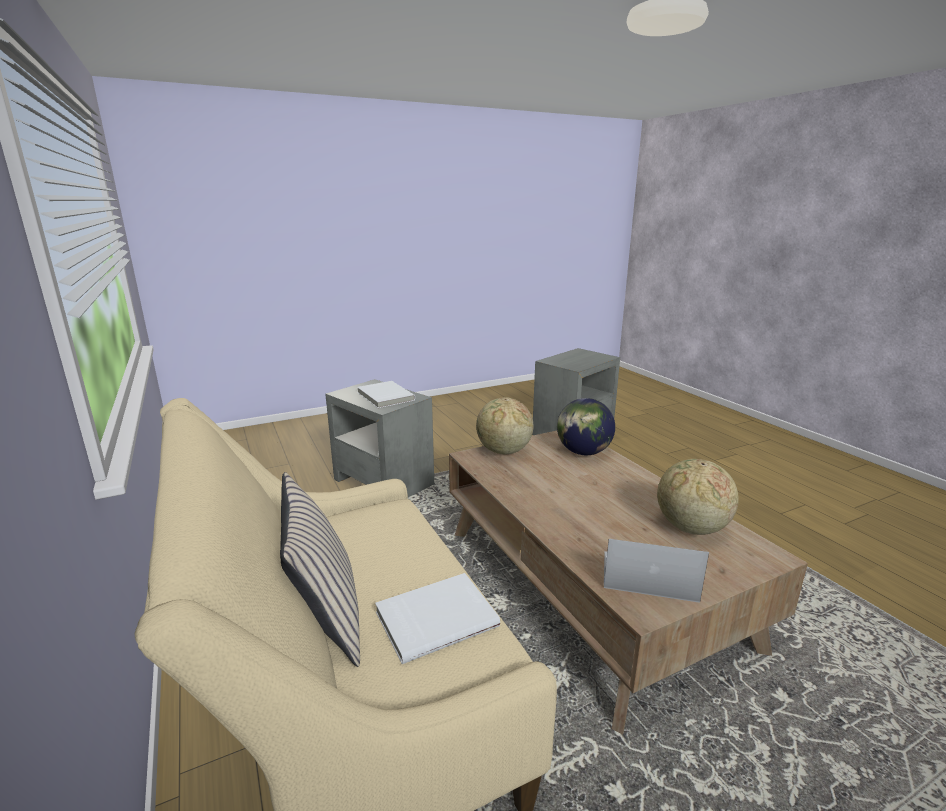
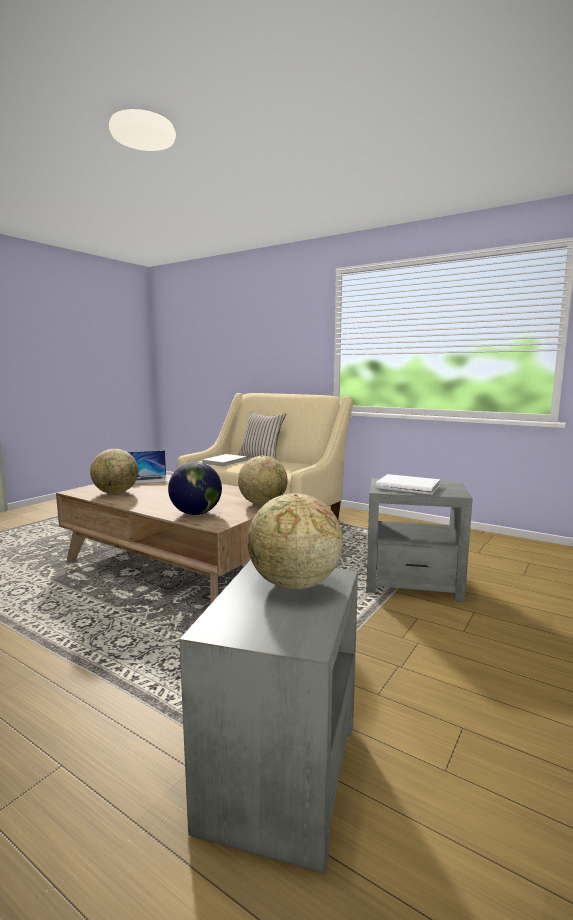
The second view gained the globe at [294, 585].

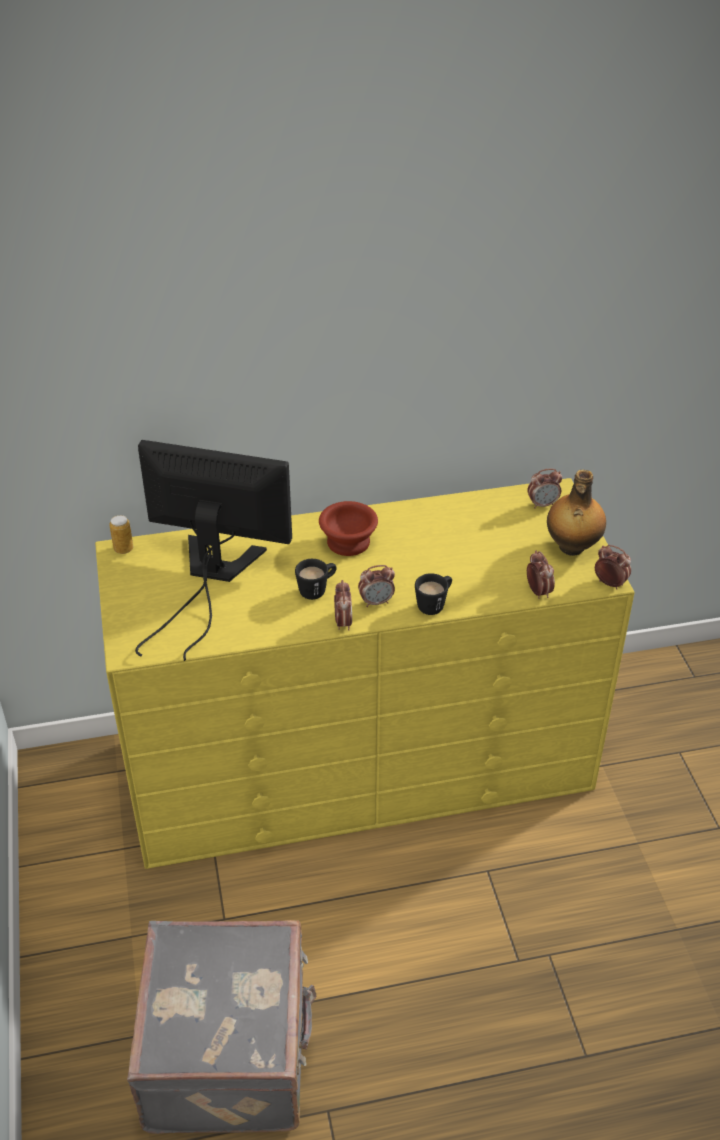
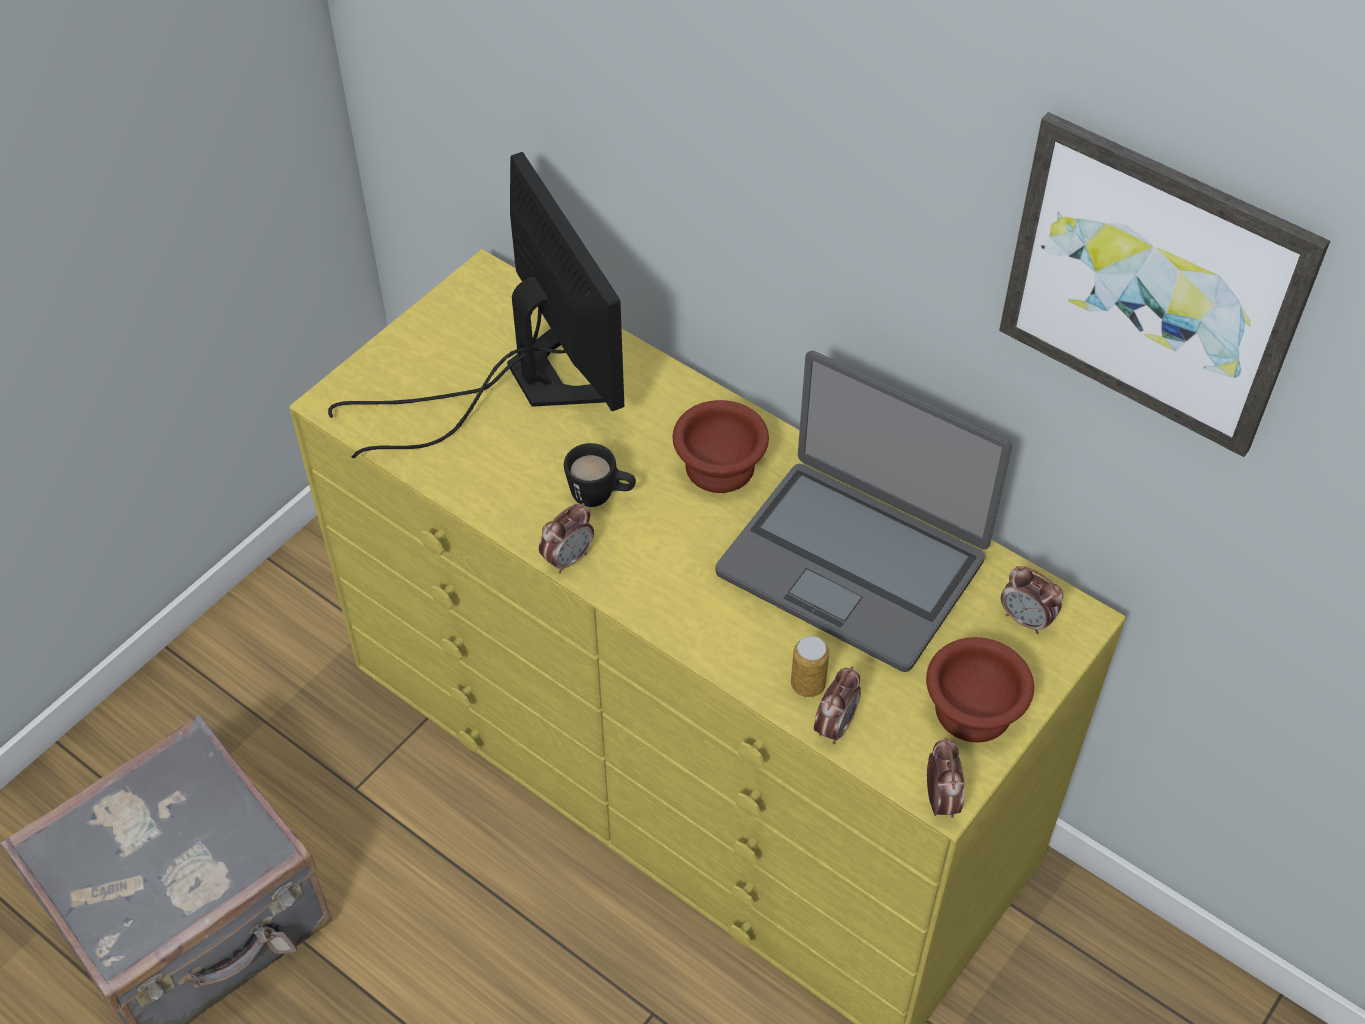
Where the bottle stood at [571, 547], the deep dish in brown-coloured came to stand at [970, 709].
The metal can ended up elsewhere, having gone from [123, 549] to [808, 684].
The second view lost the alarm clock at [376, 602].
The second view lost the tea mug in blackish at [434, 604].
The second view gained the wall picture at [1154, 284].
The second view gained the laptop at [852, 564].

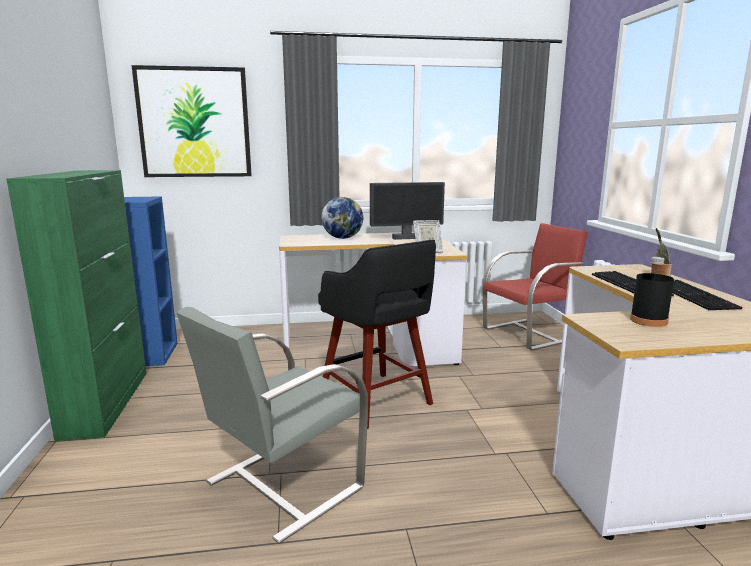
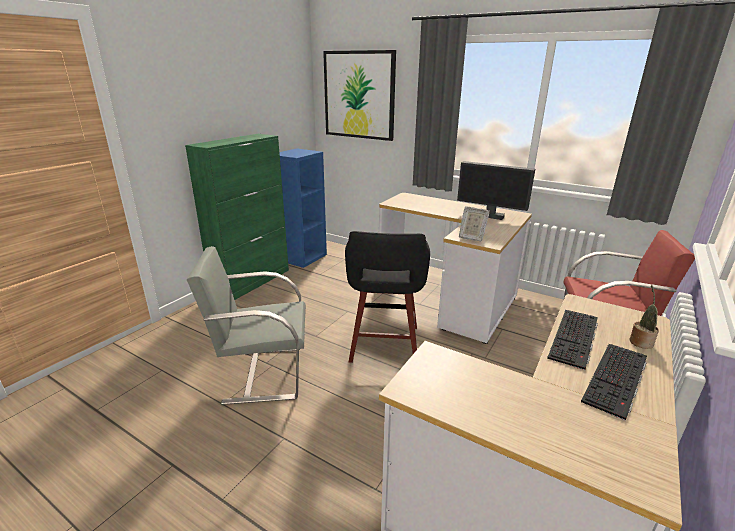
The second view lost the globe at [342, 238].
The second view lost the bottle in blackish at [648, 321].

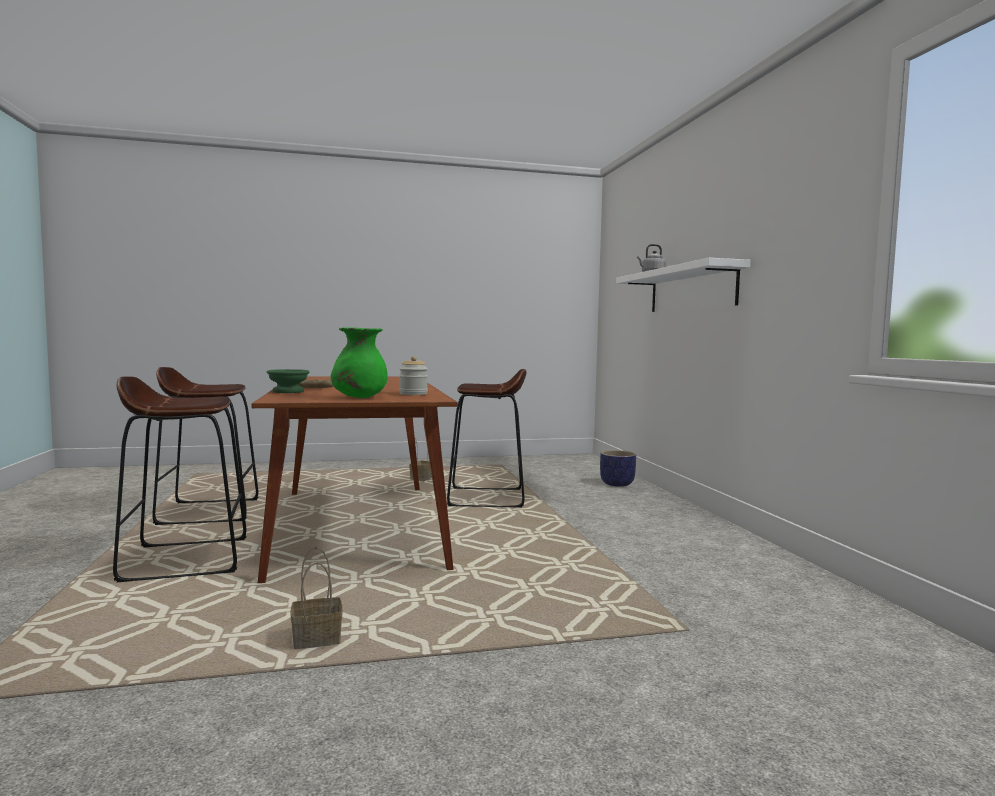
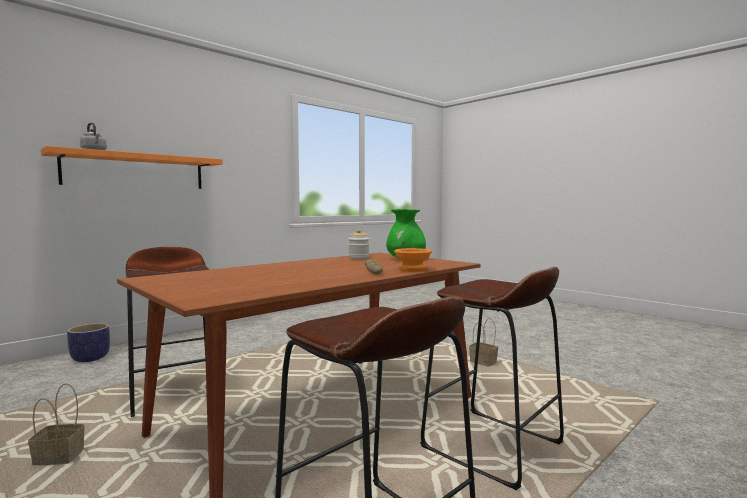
What was the bracket shelf in white at [691, 289] turned into the bracket shelf in orange at [136, 171].
What was the deep dish in green at [287, 392] turned into the deep dish in orange at [413, 269].

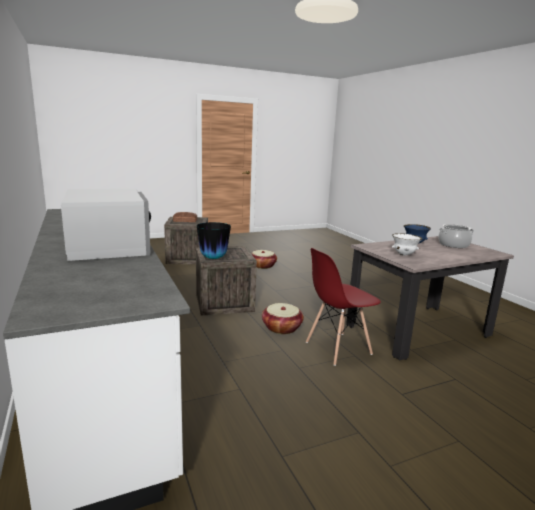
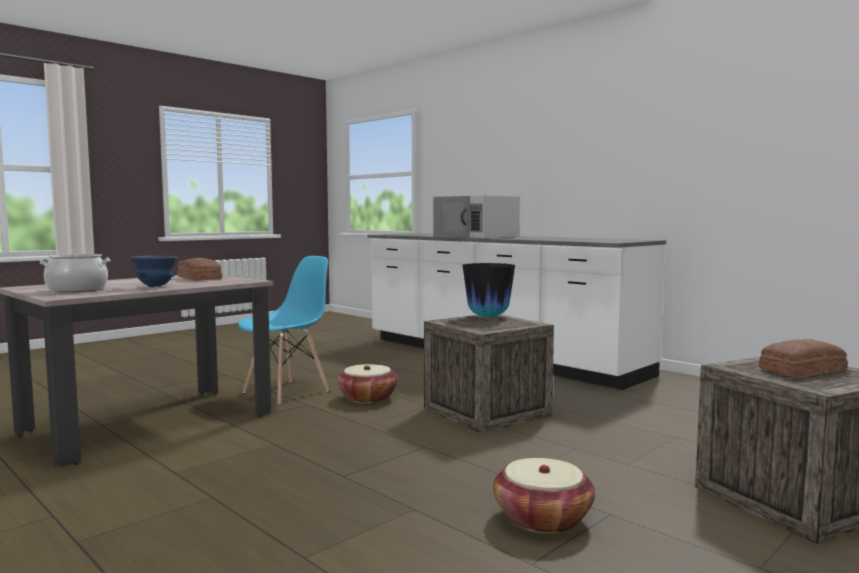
Where the deep dish in white stood at [404, 255], the bakery bread came to stand at [200, 278].
What was the plain chair in reddish at [337, 348] turned into the plain chair in blue at [287, 391].

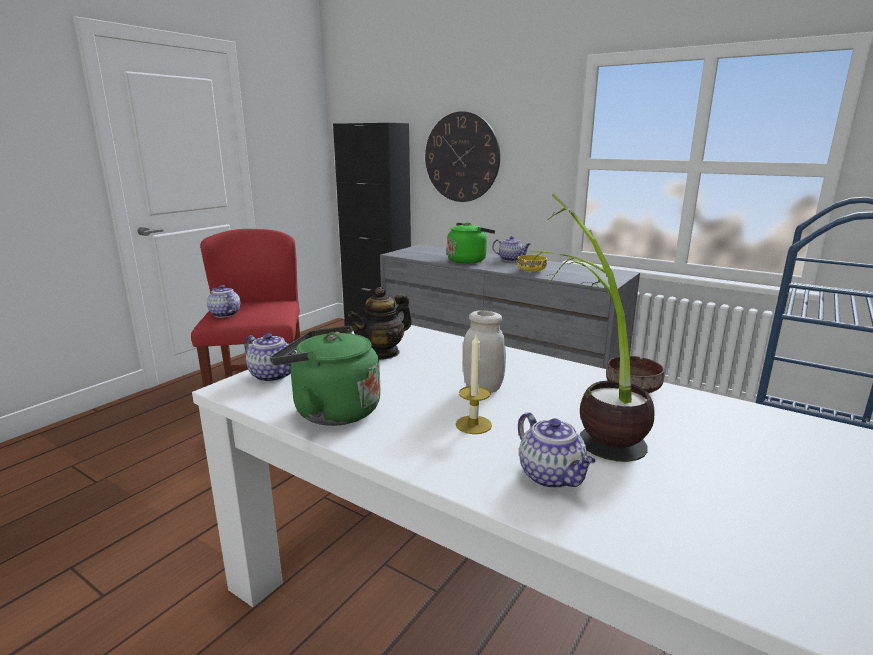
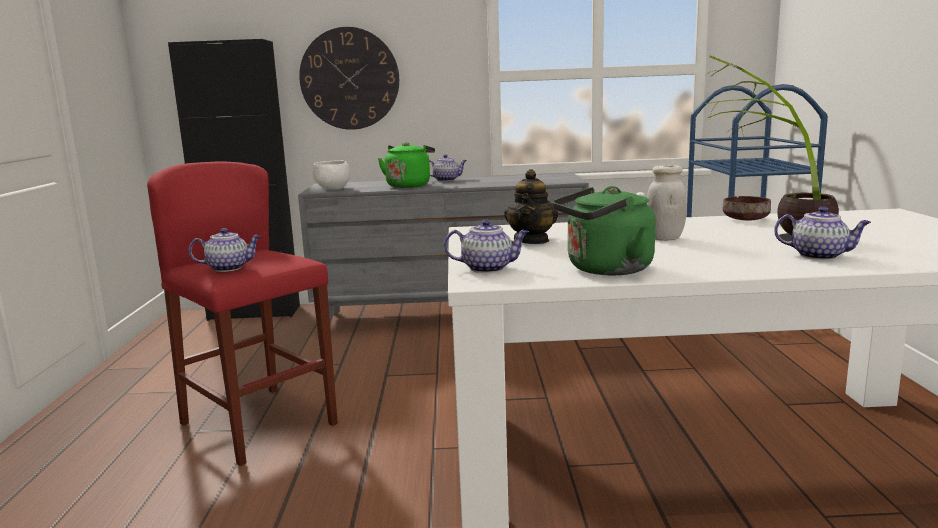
The second view lost the deep dish in yellow at [532, 271].
The tea pot at [224, 314] ended up facing another way, 150 degrees clockwise from before.
The second view lost the candle at [473, 425].
The second view gained the deep dish in white at [334, 189].

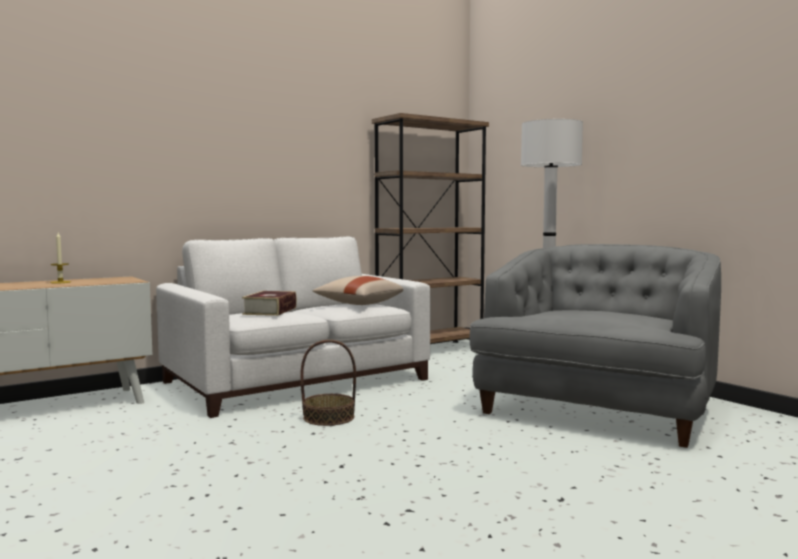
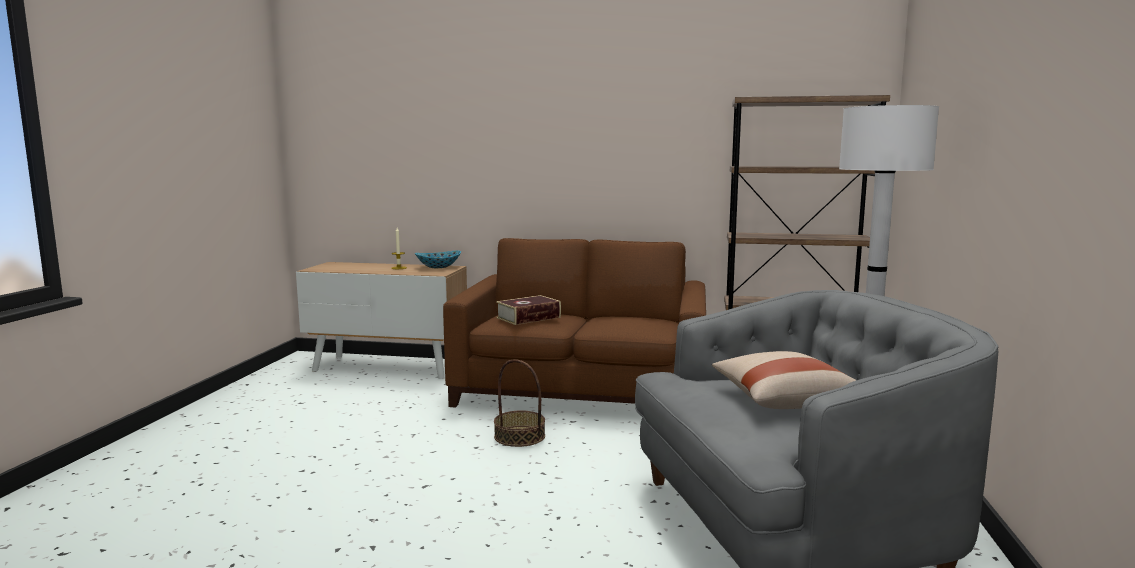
What was the settee in white at [297, 381] turned into the settee in brown-coloured at [582, 389].
The pillow in beige-coloured ended up elsewhere, having gone from [358, 304] to [783, 400].
The second view gained the deep dish at [438, 267].

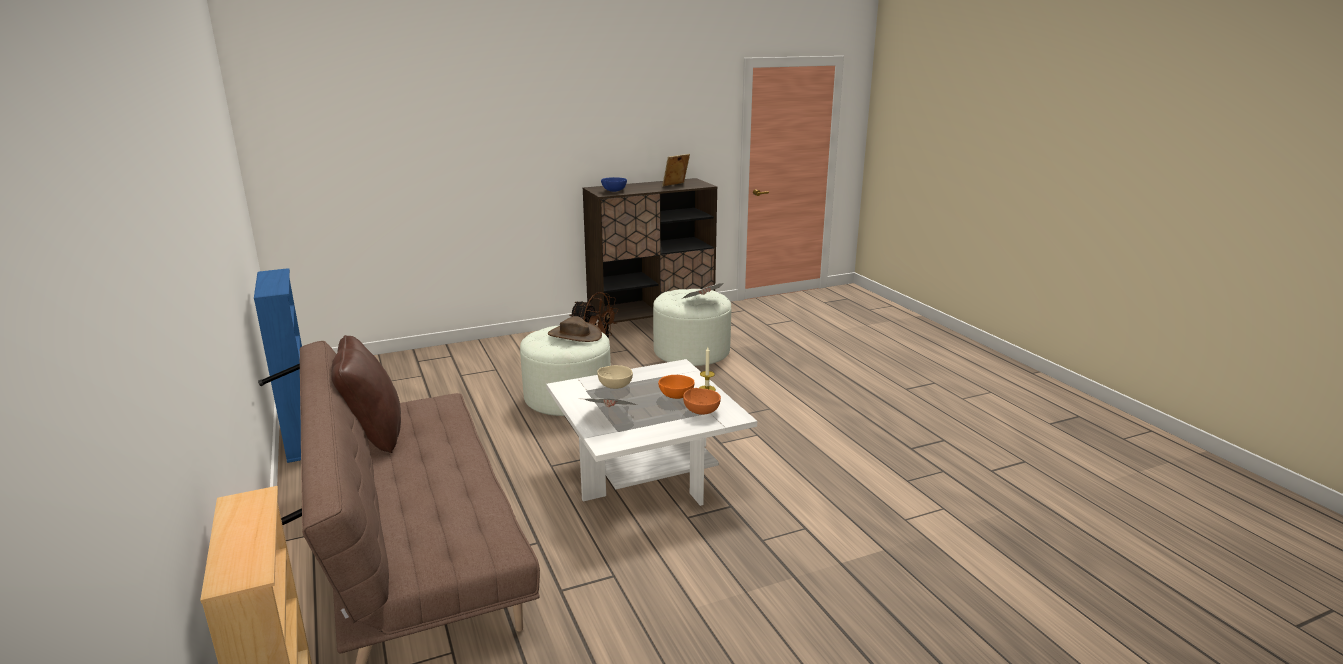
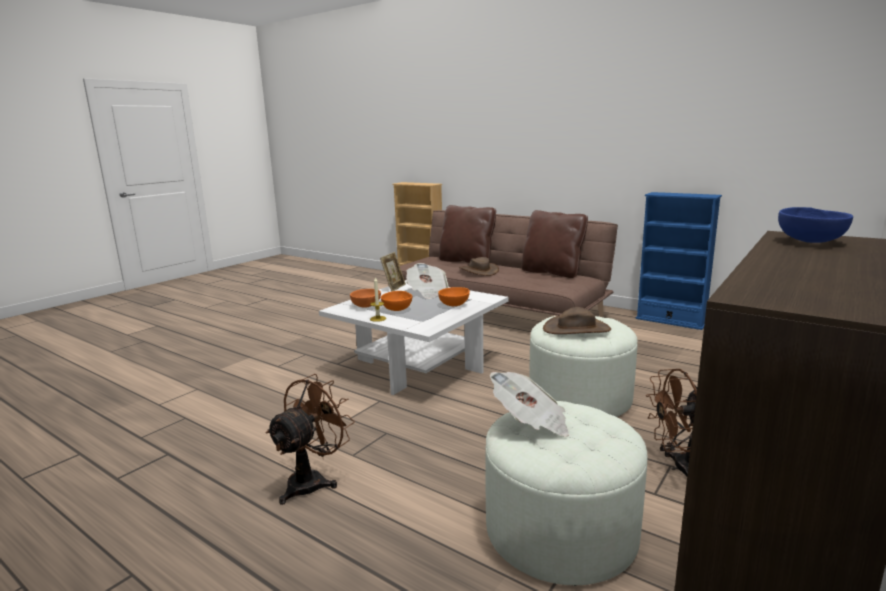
The photo frame ended up elsewhere, having gone from [675, 185] to [394, 287].
What was the deep dish in beige-coloured at [614, 386] turned into the deep dish in orange at [455, 305].
The second view gained the pillow in brown-coloured at [467, 261].
The second view gained the clothing hat in brown-coloured at [478, 271].
The second view gained the electric fan in brown-coloured at [313, 481].

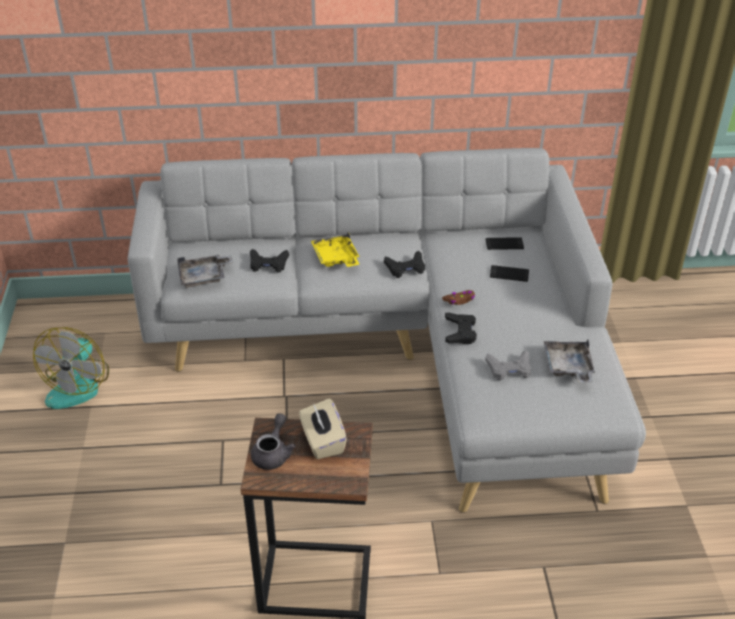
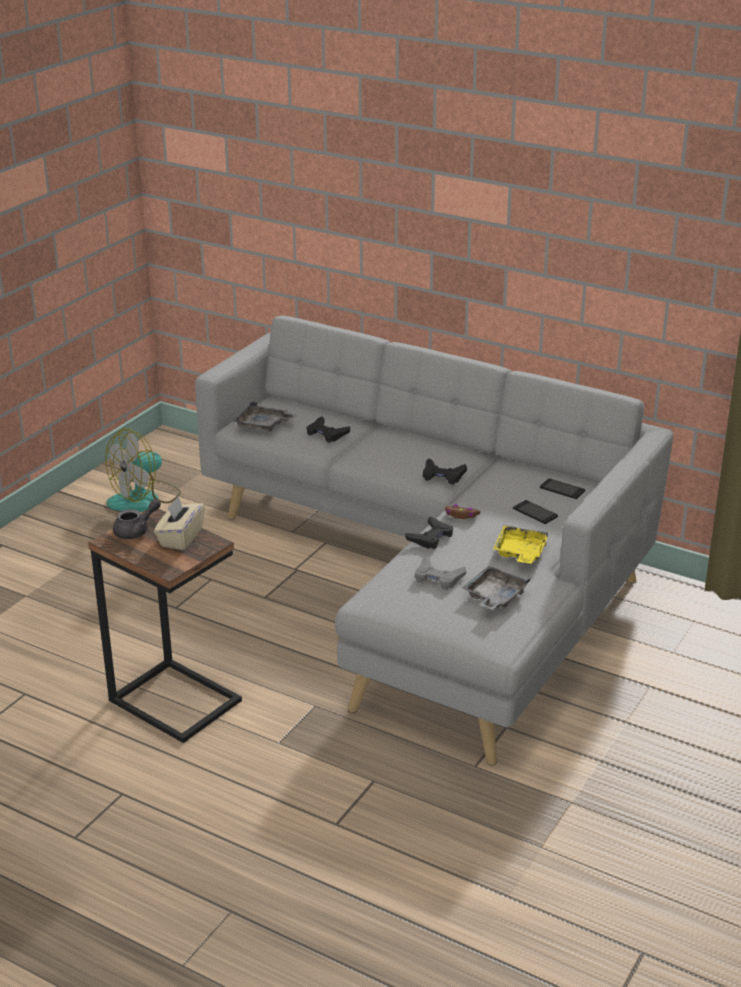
The tray in yellow ended up elsewhere, having gone from [336, 258] to [520, 553].

